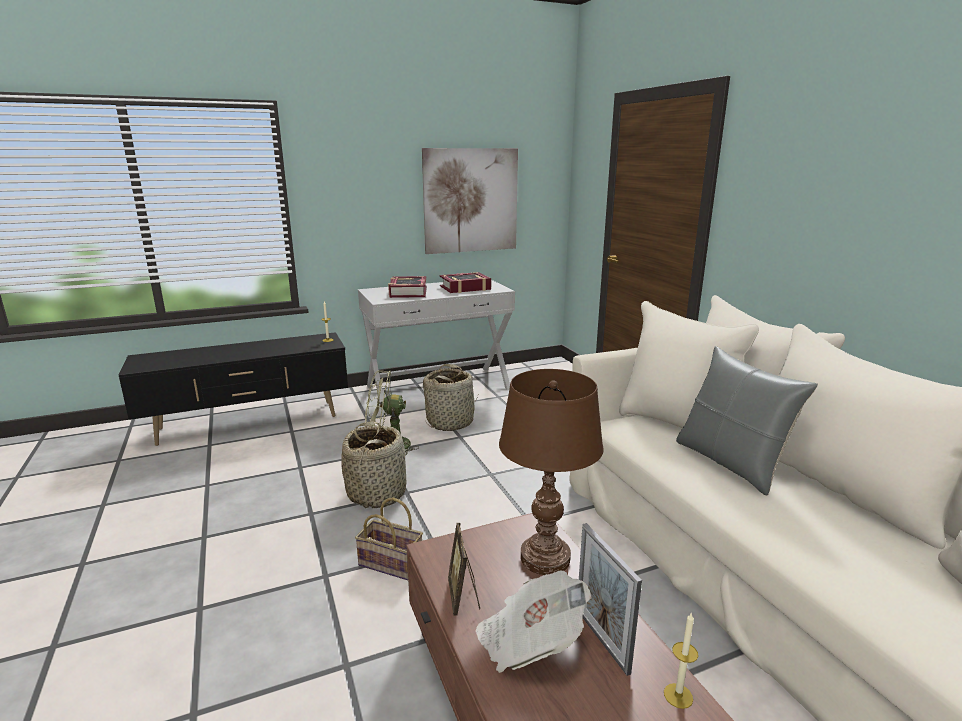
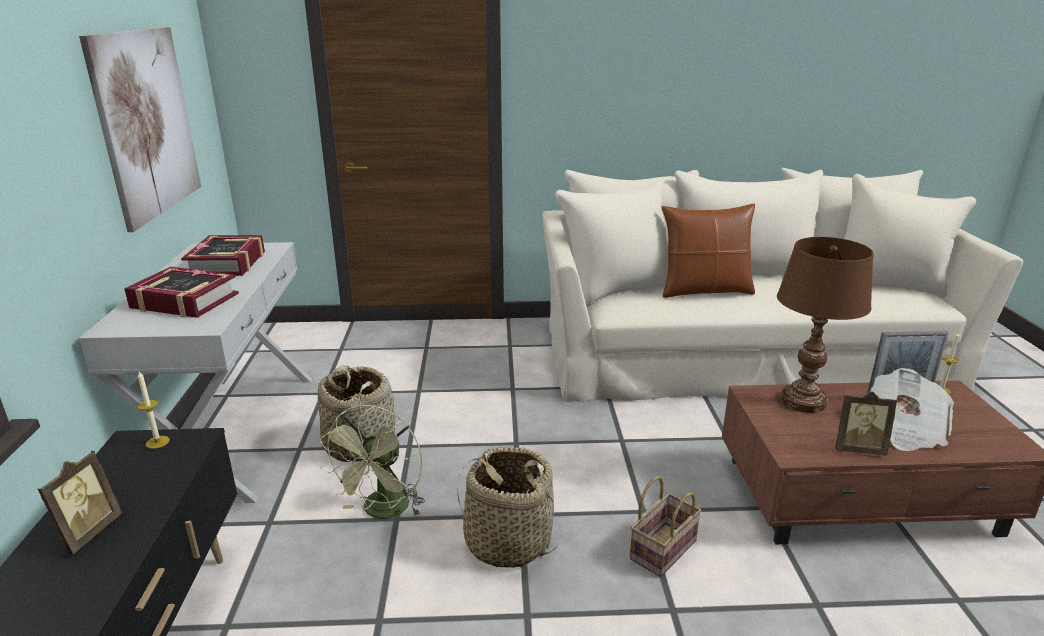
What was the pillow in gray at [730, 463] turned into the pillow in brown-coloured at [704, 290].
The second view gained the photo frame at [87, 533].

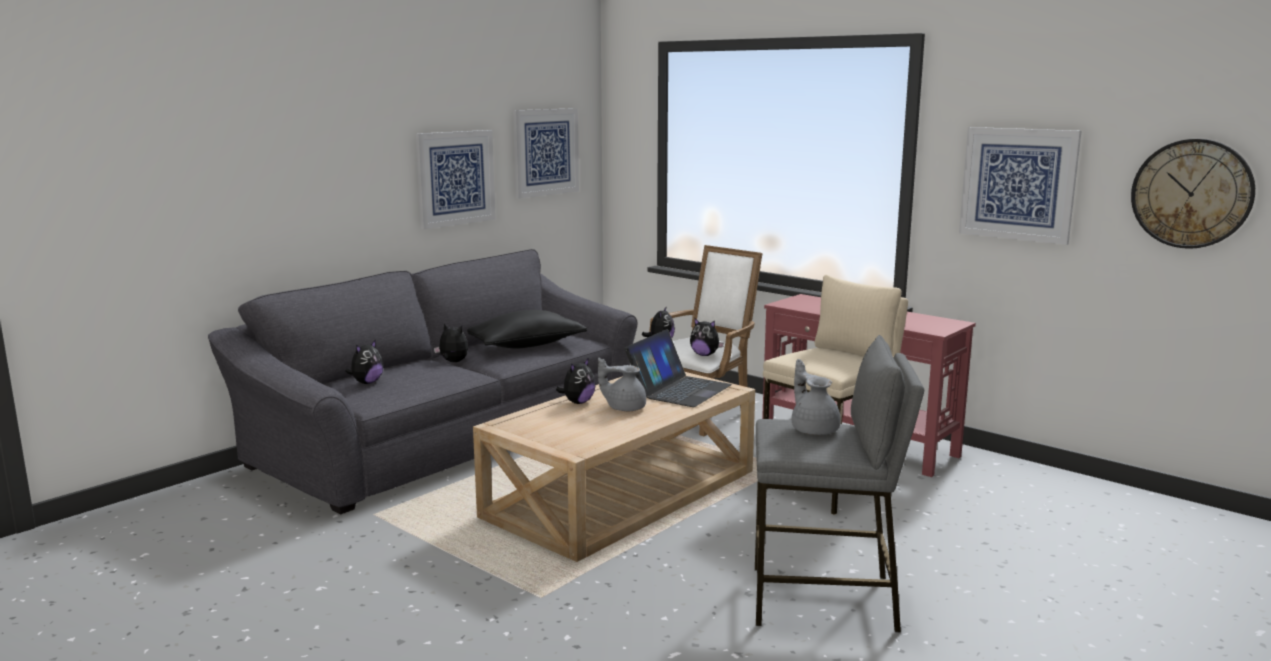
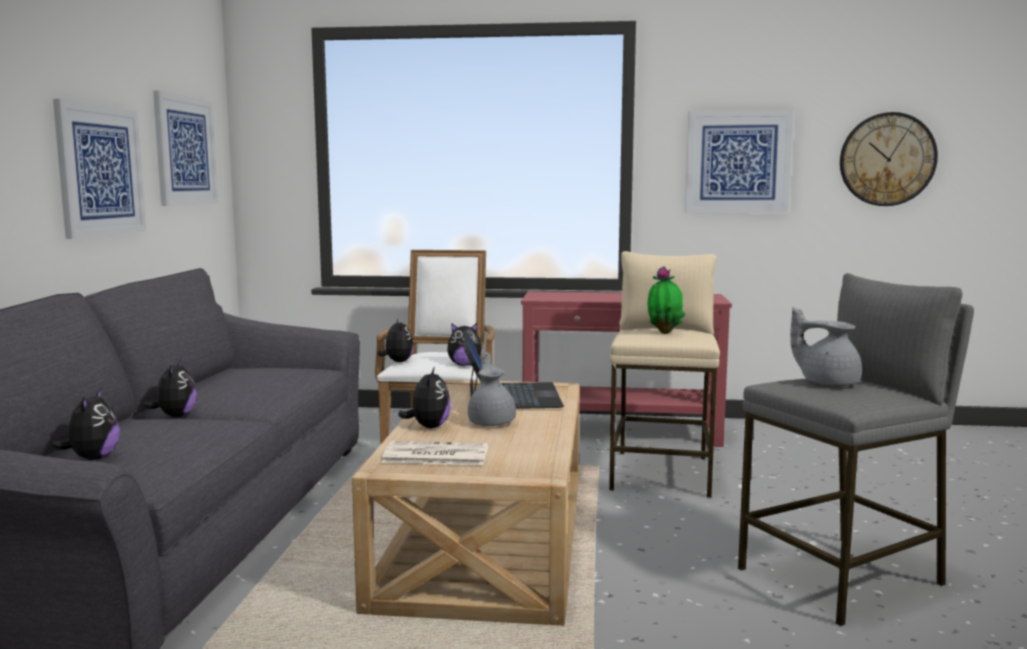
The second view lost the pillow in blackish at [526, 345].
The plush toy at [452, 362] ended up facing another way, 90 degrees clockwise from before.
The tea pot in gray at [624, 408] ended up facing another way, 105 degrees clockwise from before.
The second view gained the potted plant at [664, 333].
The second view gained the printed paper at [434, 455].

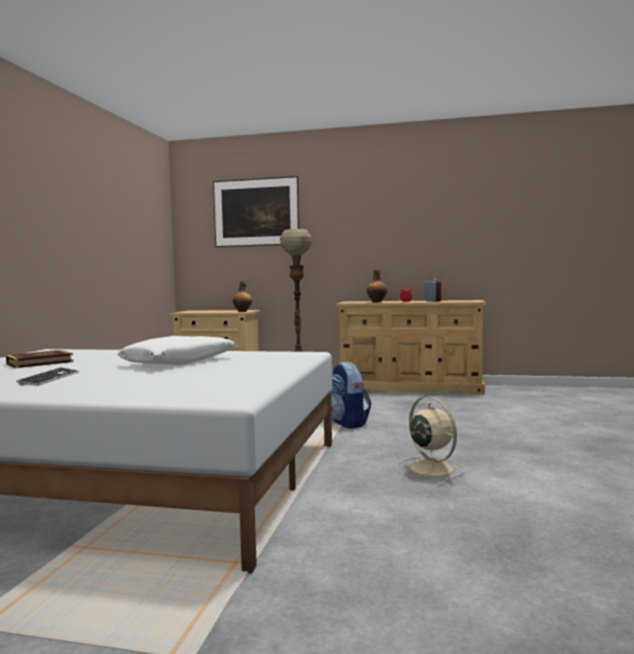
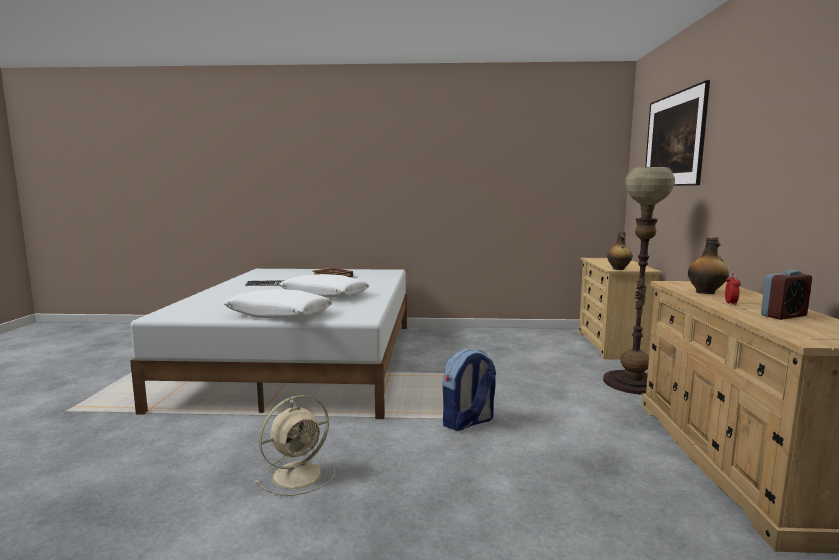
The second view gained the pillow in white at [279, 314].

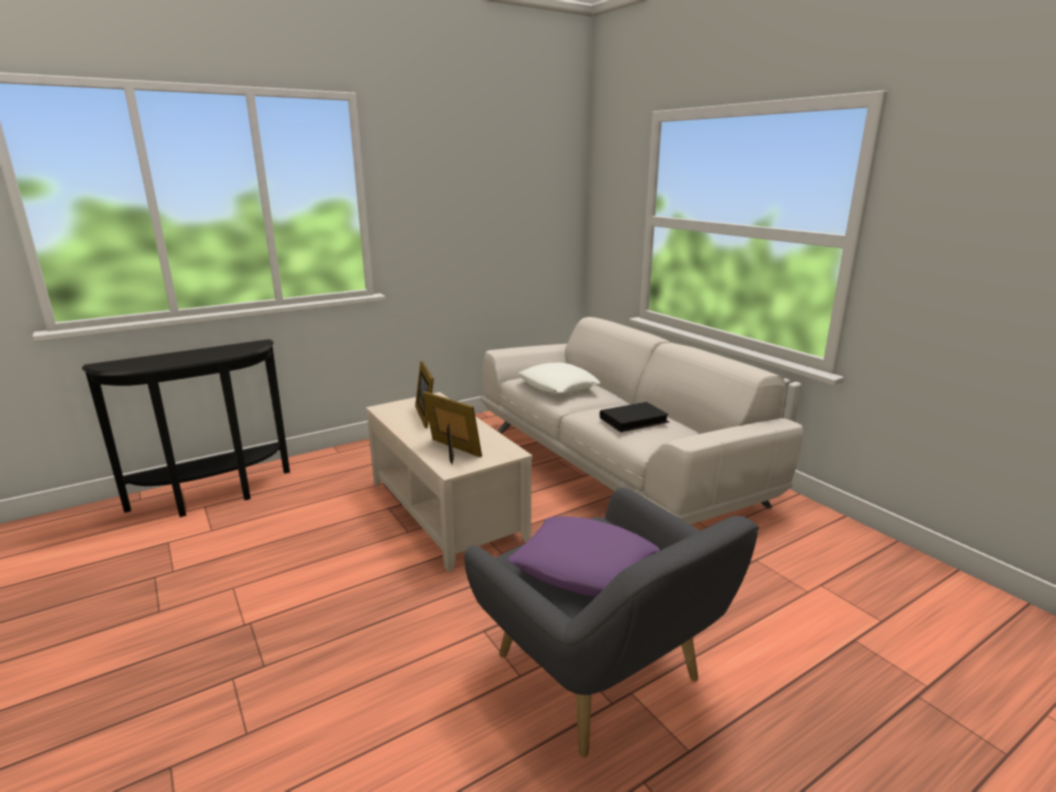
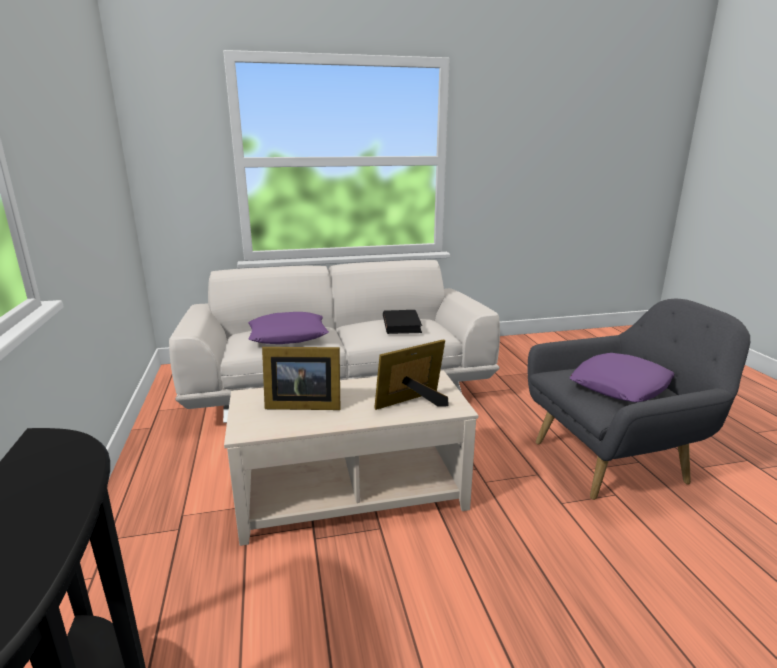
What was the pillow in white at [558, 386] turned into the pillow in purplish at [288, 335].

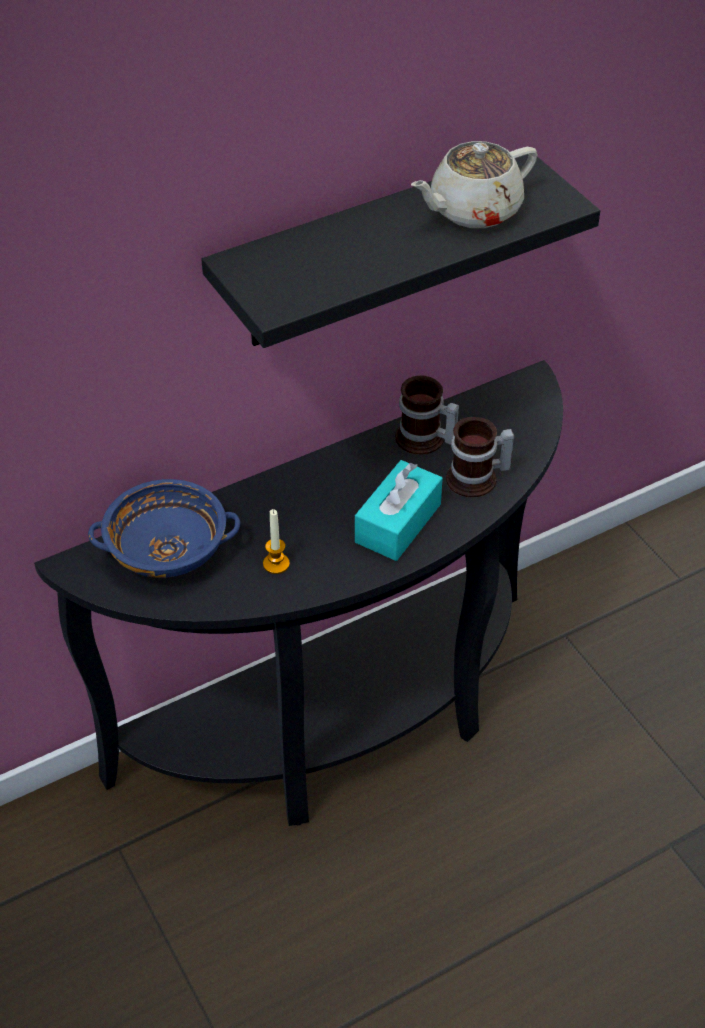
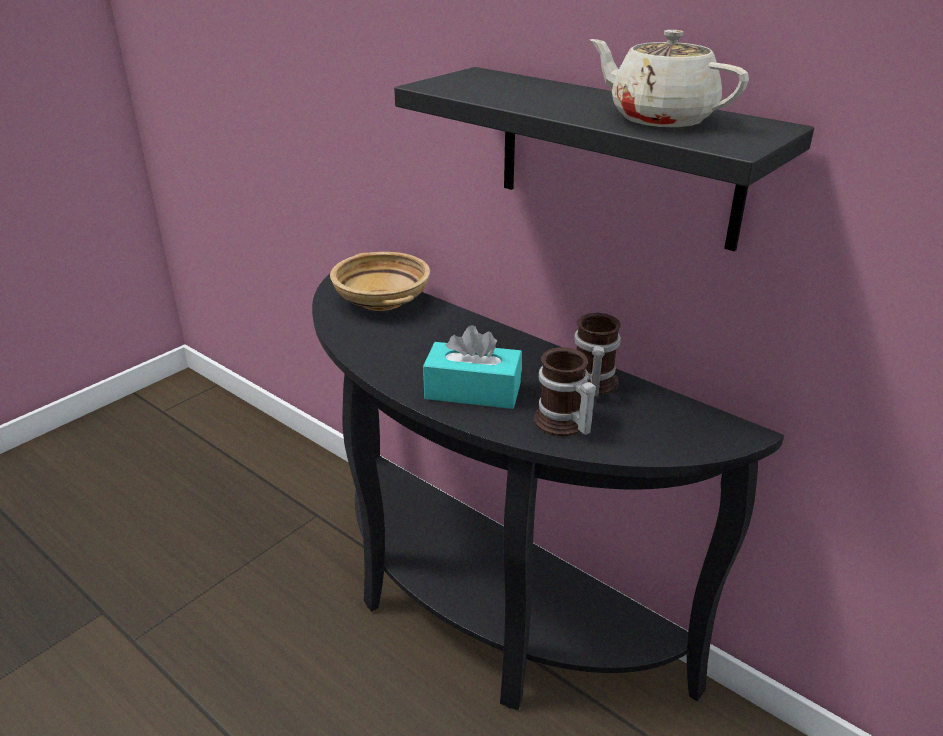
What was the deep dish in blue at [168, 549] turned into the deep dish in beige-coloured at [383, 300].
The second view lost the candle at [276, 564].

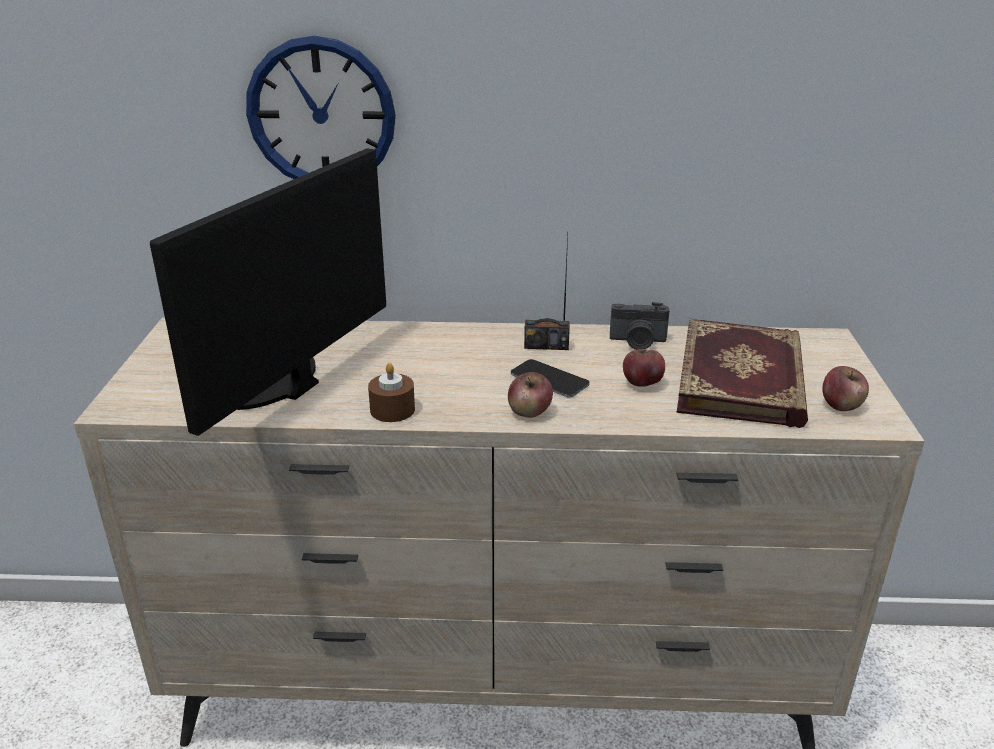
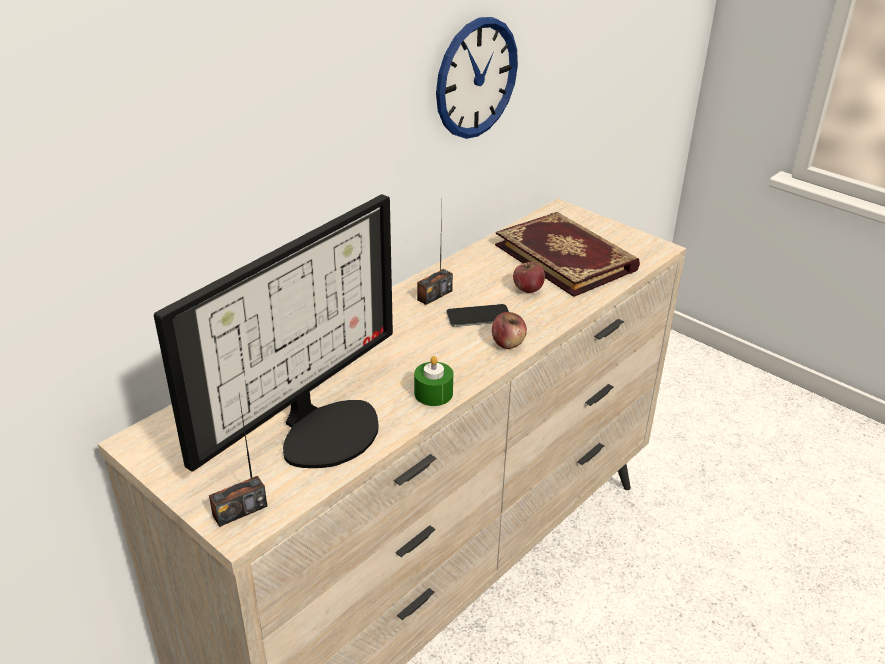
The clock on the wall ended up elsewhere, having gone from [321, 114] to [476, 78].
The monitor at [278, 384] ended up facing another way, 120 degrees counterclockwise from before.
The second view lost the photo camera at [638, 342].
What was the candle in brown-coloured at [392, 410] turned into the candle in green at [433, 393].
The second view lost the apple fruit at [841, 405].
The second view gained the radio receiver at [240, 510].

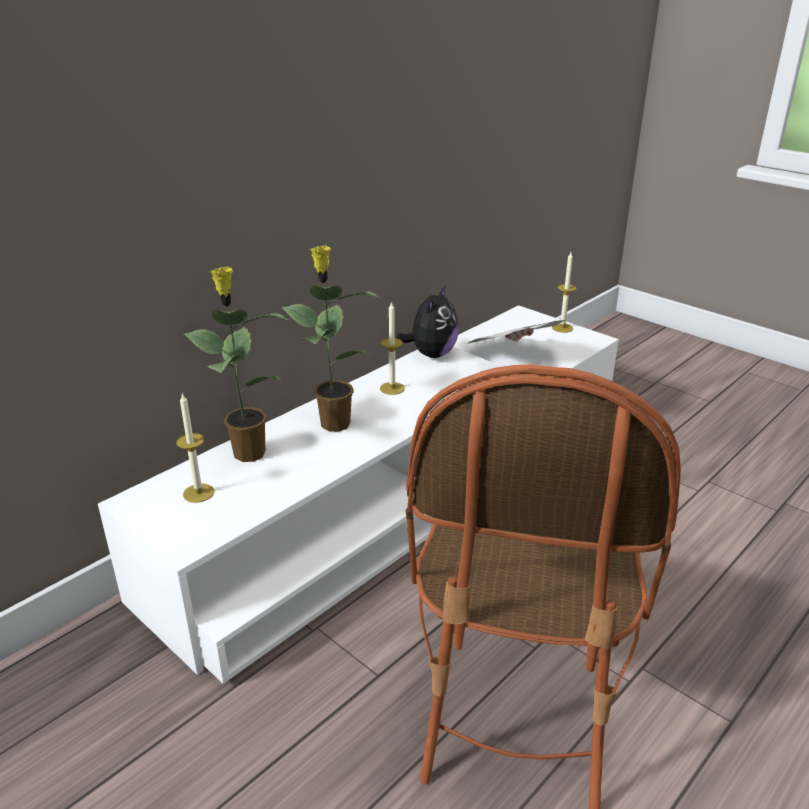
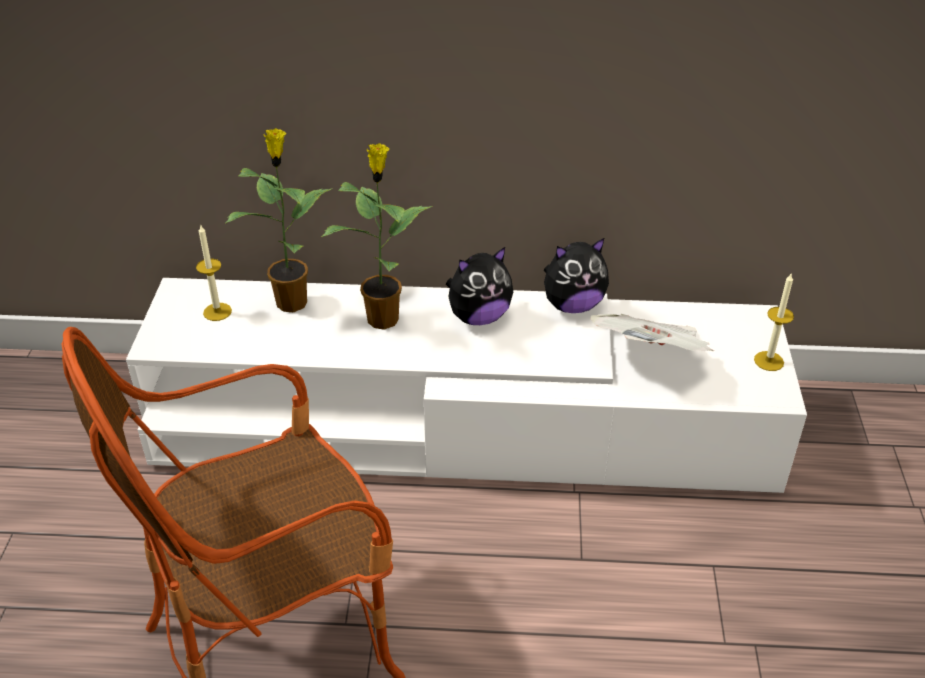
Where the candle stood at [392, 388], the plush toy came to stand at [478, 317].

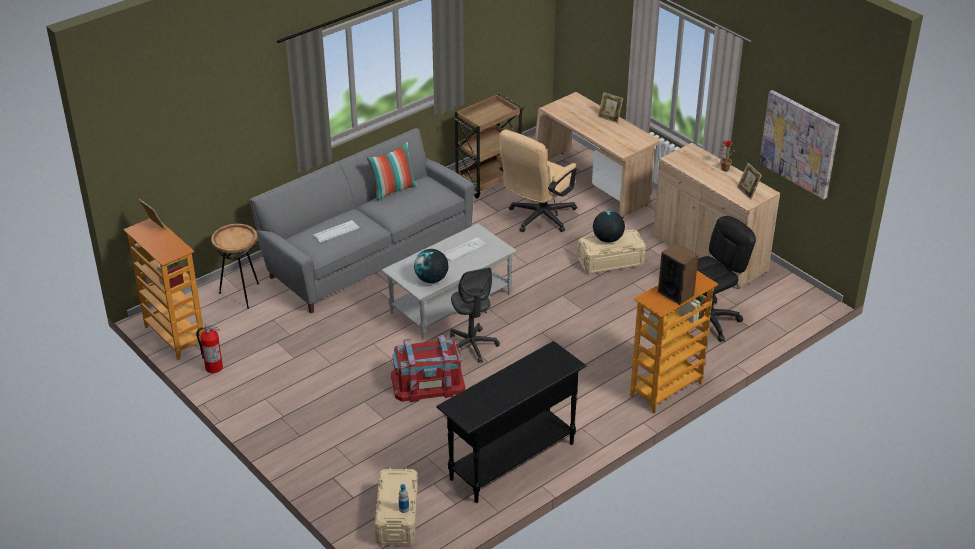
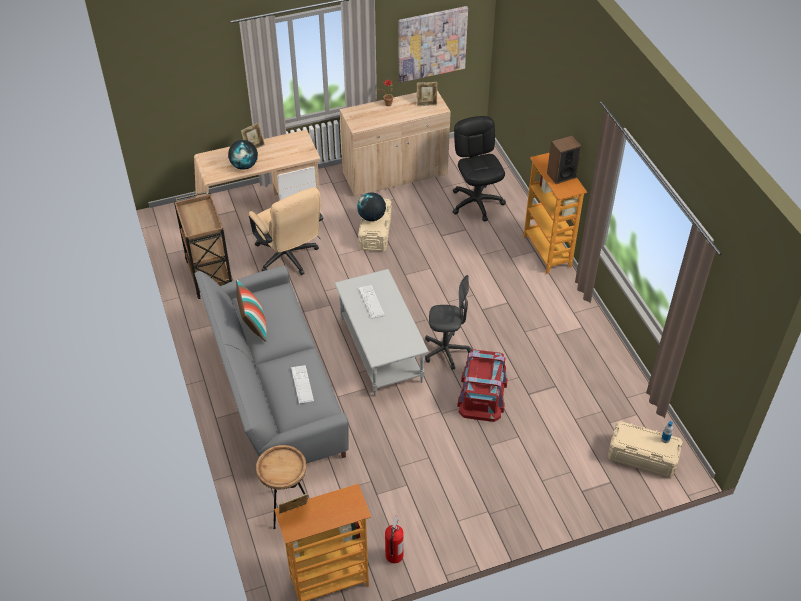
The globe ended up elsewhere, having gone from [431, 279] to [244, 166].
The second view lost the hall table in blackish at [511, 461].

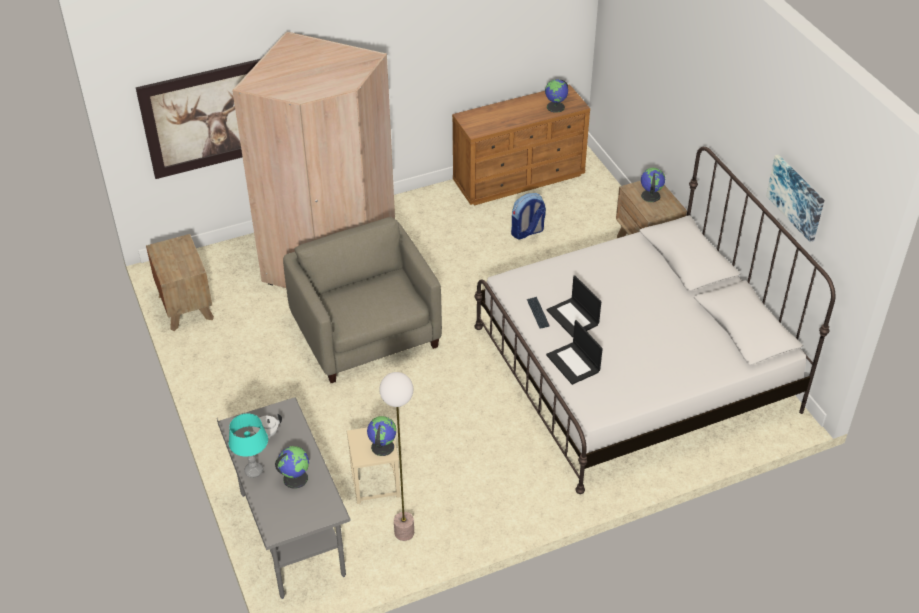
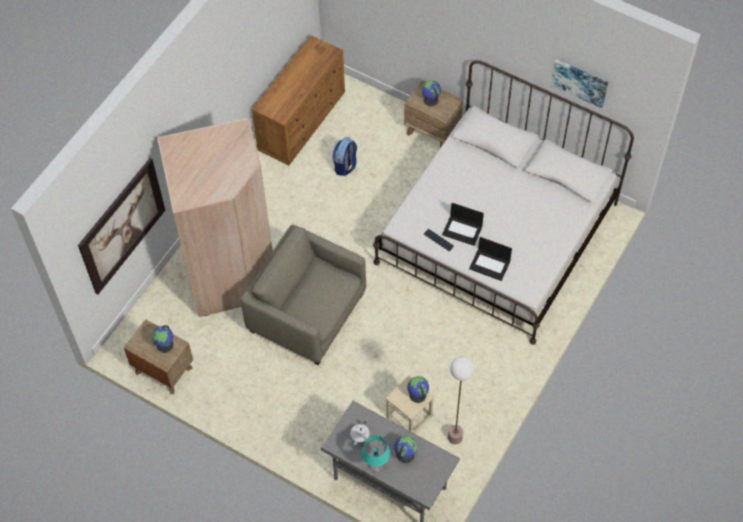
The globe ended up elsewhere, having gone from [556, 107] to [165, 345].

